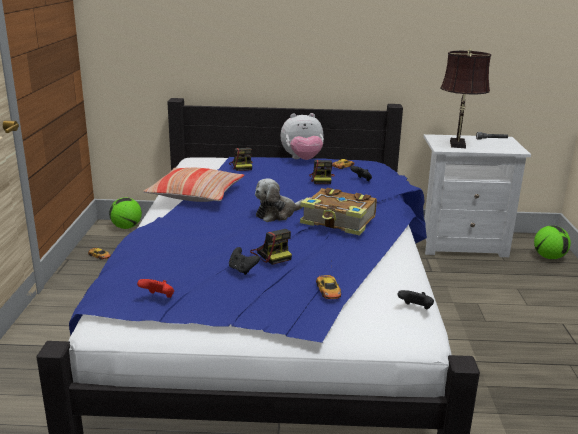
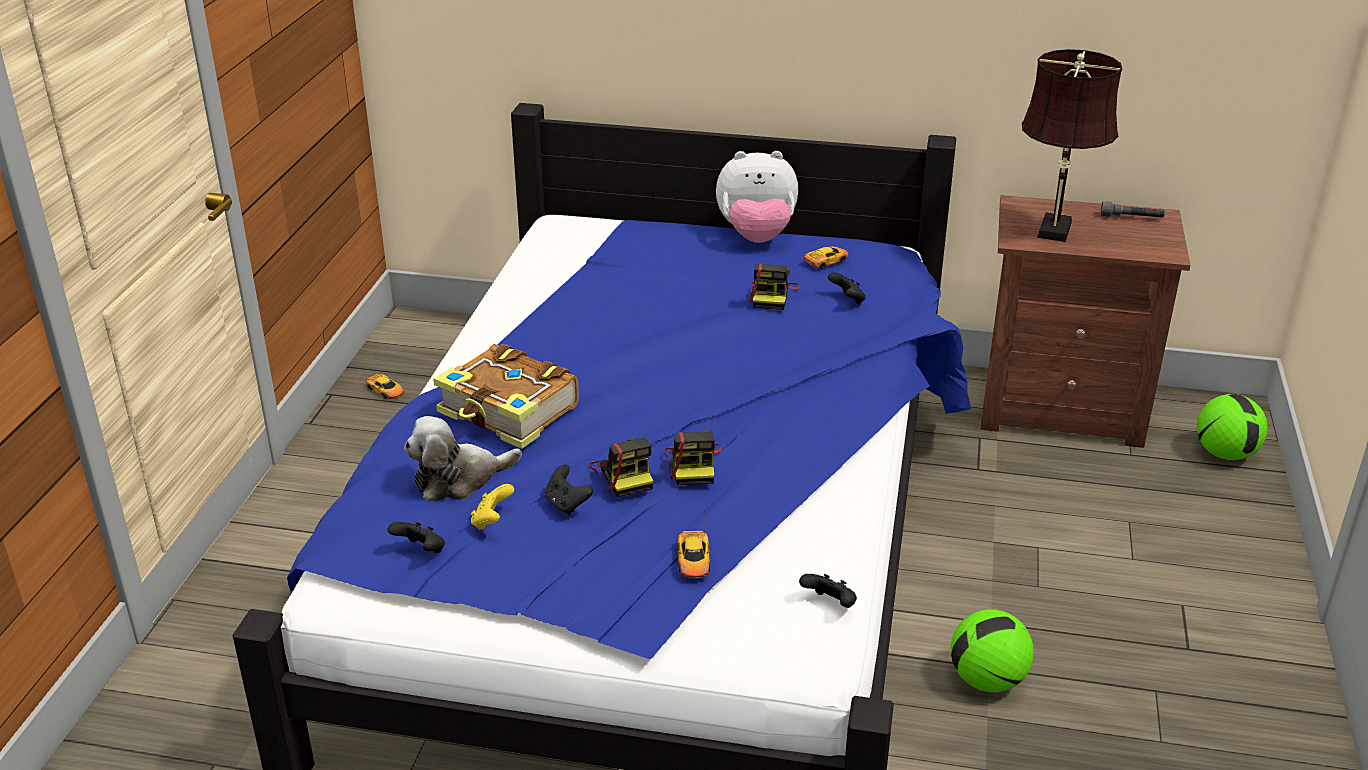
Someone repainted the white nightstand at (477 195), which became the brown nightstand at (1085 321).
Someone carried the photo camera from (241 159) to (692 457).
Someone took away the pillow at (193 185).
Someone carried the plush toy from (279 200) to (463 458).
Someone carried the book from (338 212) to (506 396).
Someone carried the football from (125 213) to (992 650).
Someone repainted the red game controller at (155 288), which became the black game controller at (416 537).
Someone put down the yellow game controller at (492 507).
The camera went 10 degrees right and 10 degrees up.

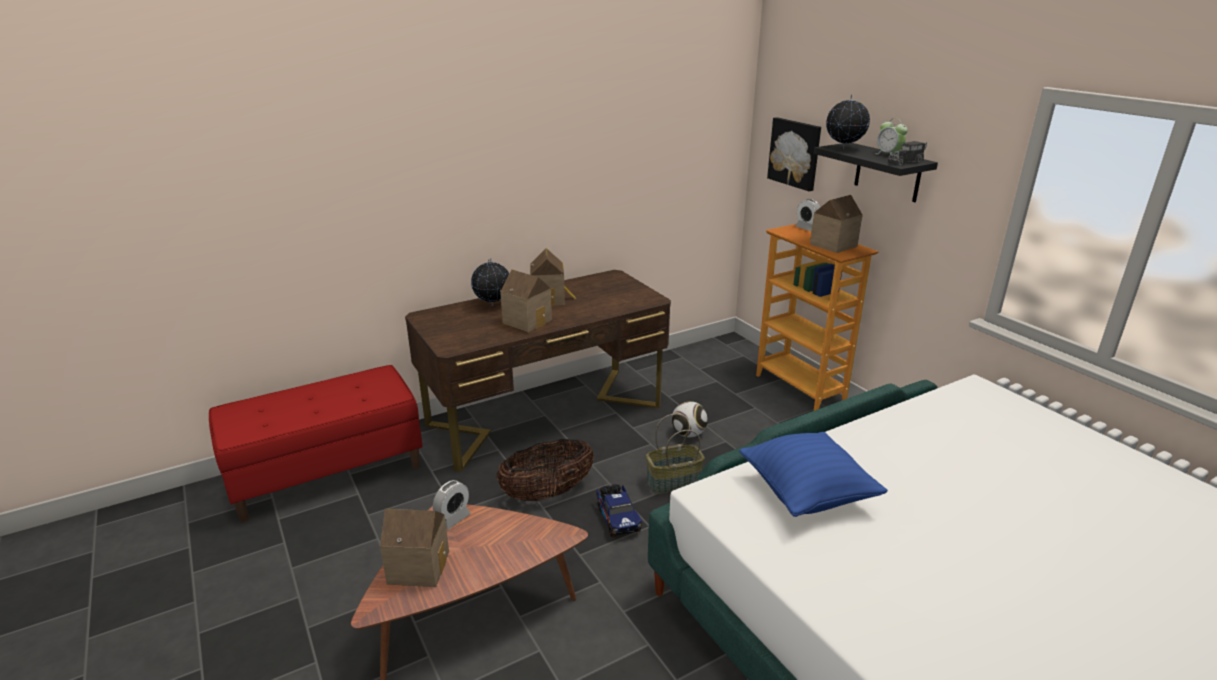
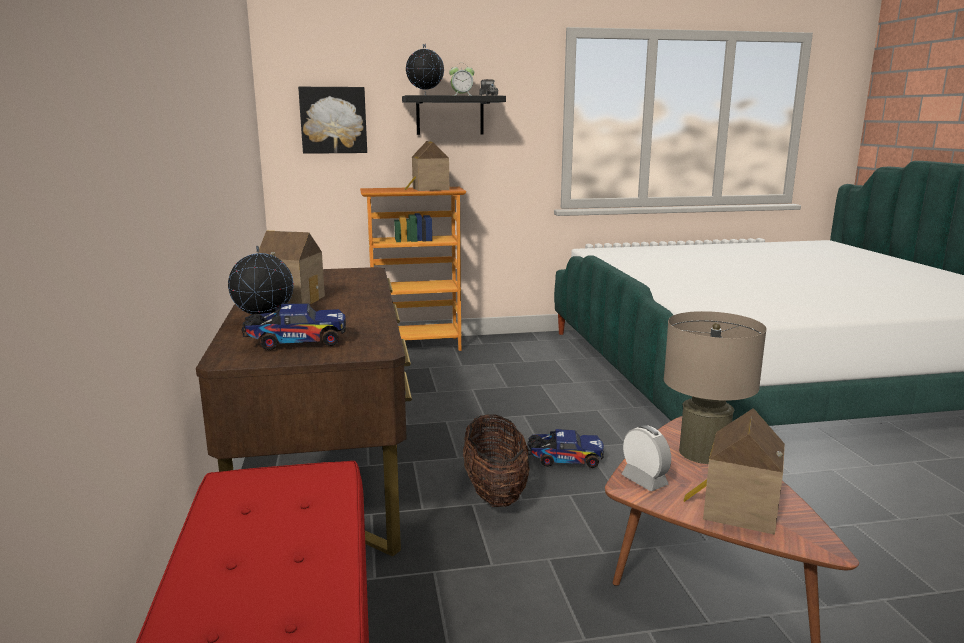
Someone took away the alarm clock at (808 215).
Someone took away the toy house at (526 300).
Someone took away the football at (690 419).
Someone took away the basket at (675 454).
Someone took away the blue pillow at (813 474).
Someone put down the toy truck at (293 326).
Someone put down the beige table lamp at (715 387).
The camera went 70 degrees left and 10 degrees down.

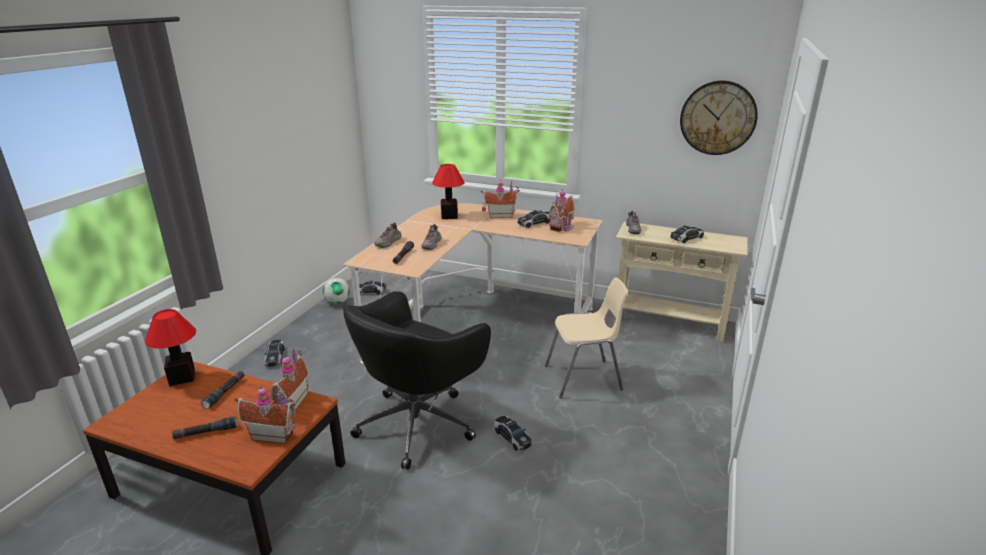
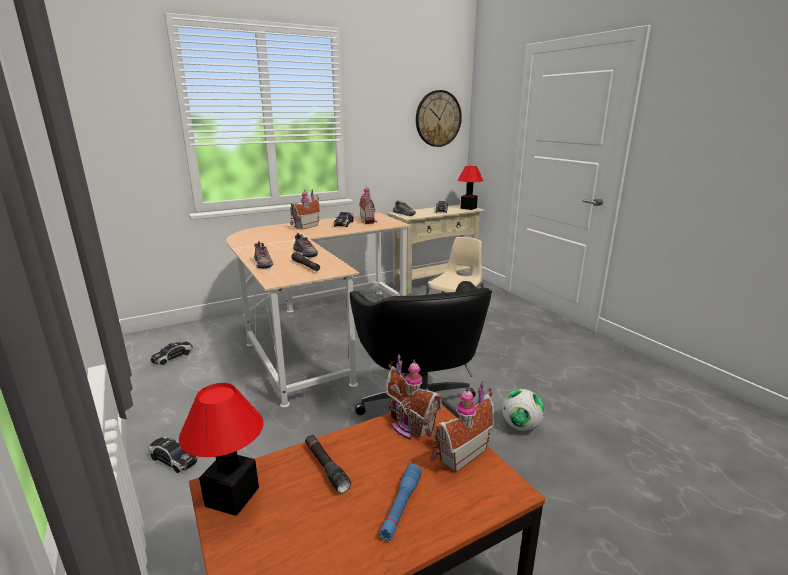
Someone carried the table lamp from (448 191) to (470 188).
Someone carried the football from (336 291) to (523 410).
Someone repainted the black flashlight at (204 427), which became the blue flashlight at (400 502).
Someone took away the toy car at (513 433).
The camera went 50 degrees left and 5 degrees down.

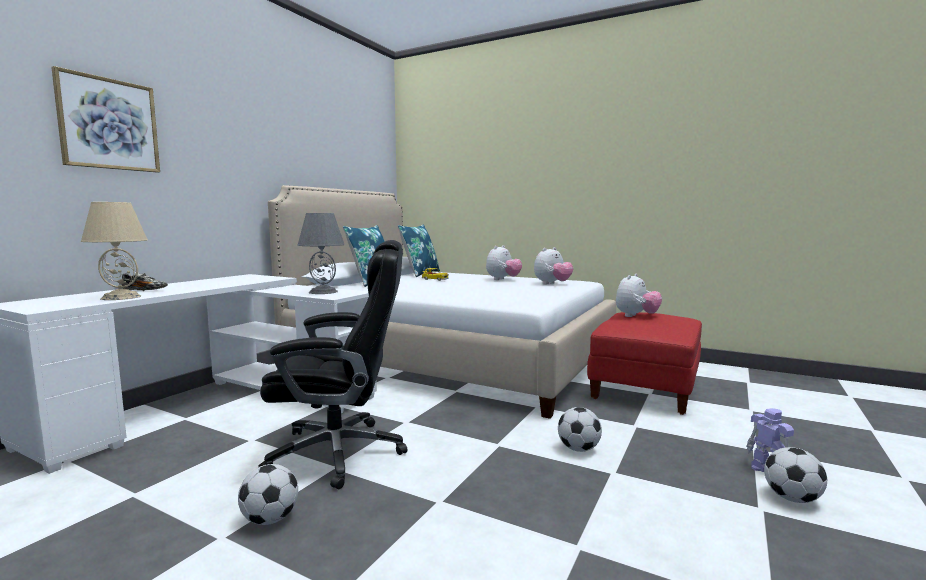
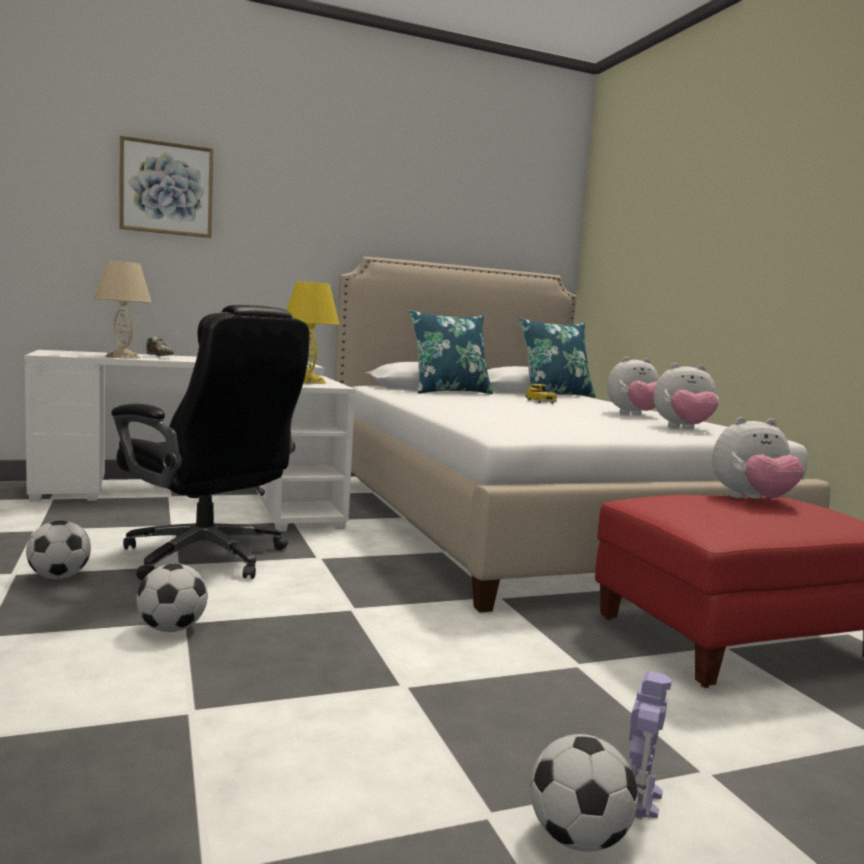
Someone repainted the grey table lamp at (321 253), which became the yellow table lamp at (313 333).
Someone carried the football from (580 429) to (172 597).
The camera went 40 degrees right and 0 degrees up.

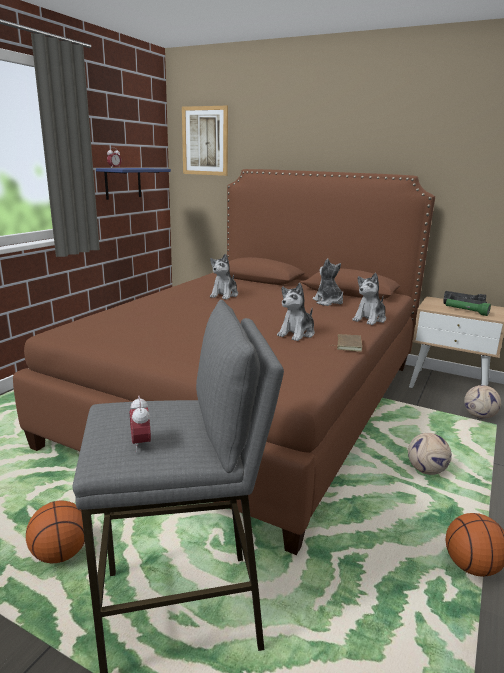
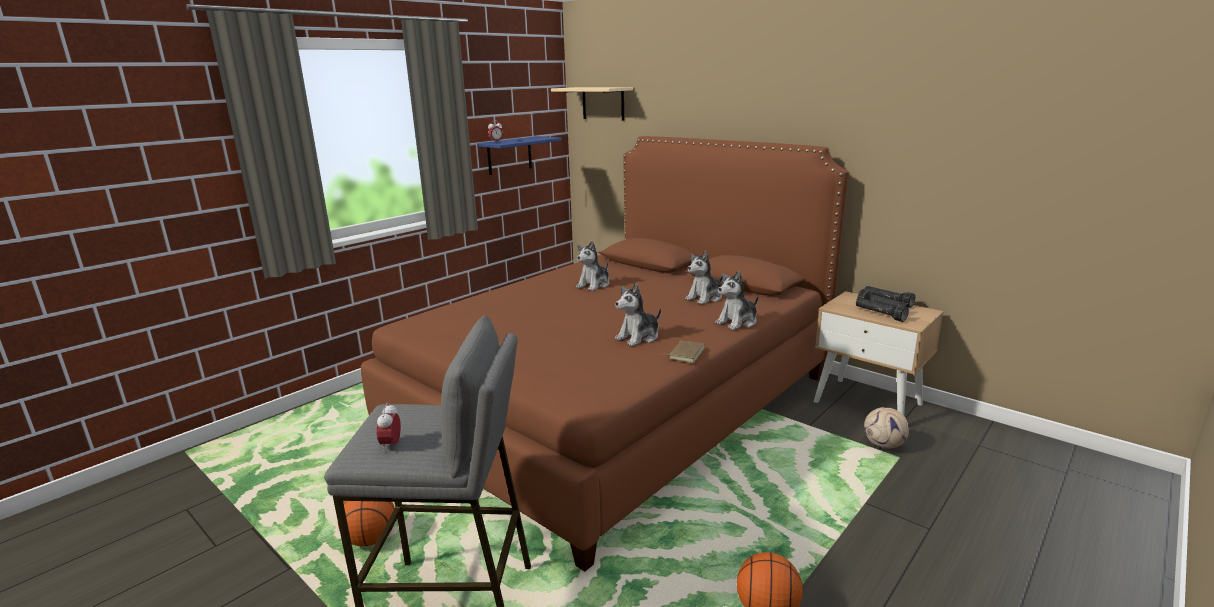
Someone swapped the picture at (205 141) for the beige shelf at (592 103).
Someone rotated the plush toy at (327 282) by 120 degrees counterclockwise.
Someone repainted the green flashlight at (468 307), which became the black flashlight at (882 309).
Someone took away the football at (430 454).
The camera went 15 degrees right and 0 degrees up.

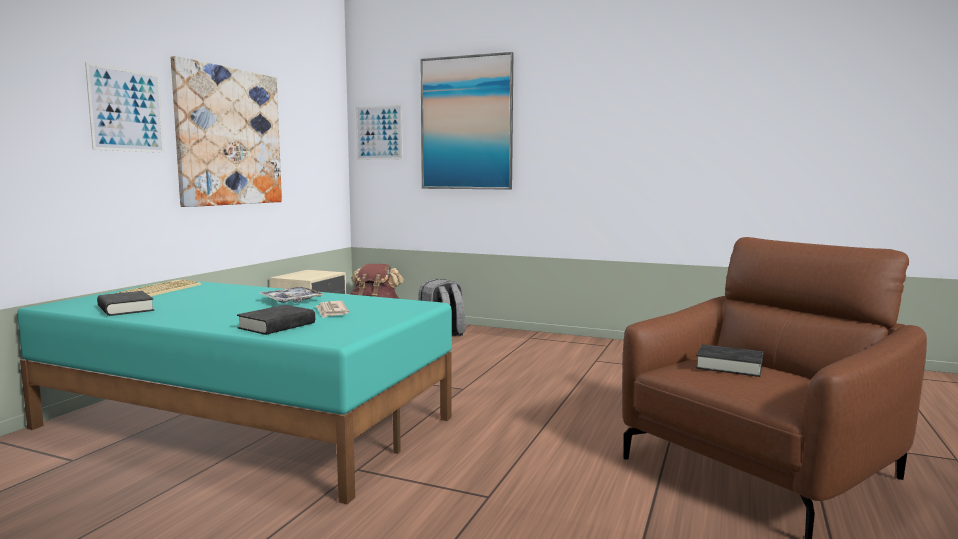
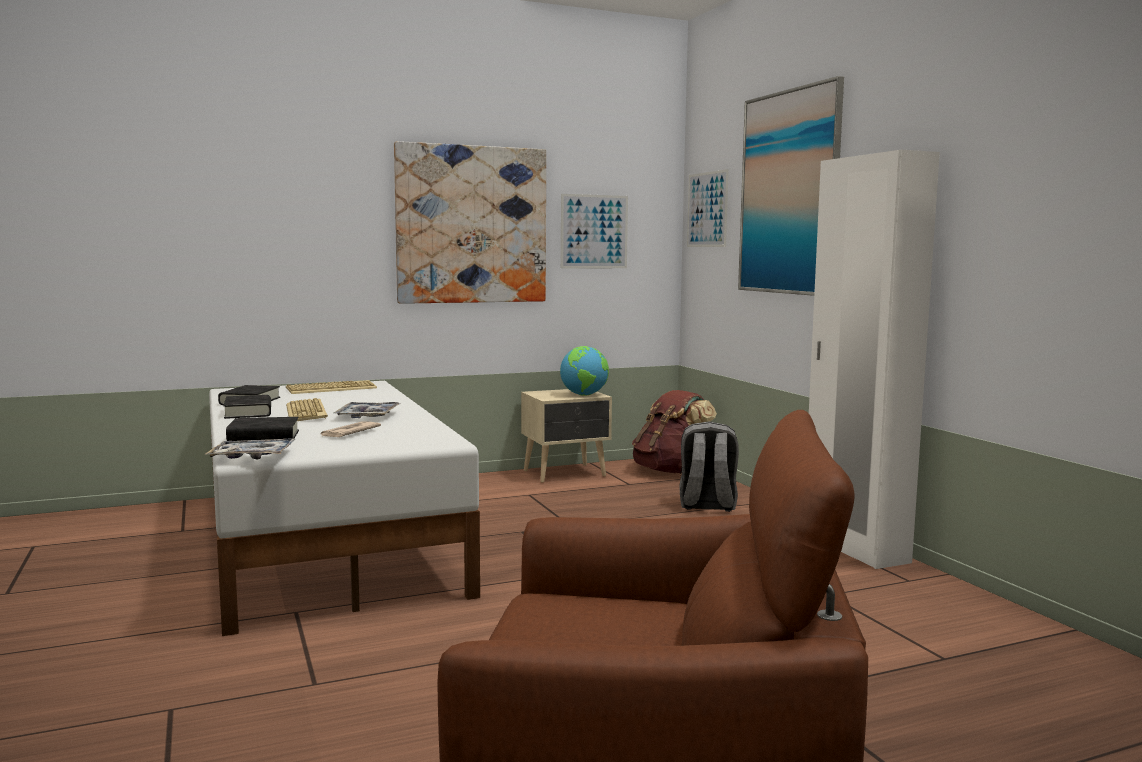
Someone carried the picture from (124 107) to (594 231).
Someone repainted the turquoise bed at (234 392), which became the white bed at (344 508).
Someone carried the black book from (729 360) to (247 407).
Someone put down the white wardrobe at (874 359).
Someone put down the globe at (584 371).
Someone put down the keyboard at (307 409).
Someone put down the tray at (250 449).
The camera went 45 degrees right and 0 degrees up.

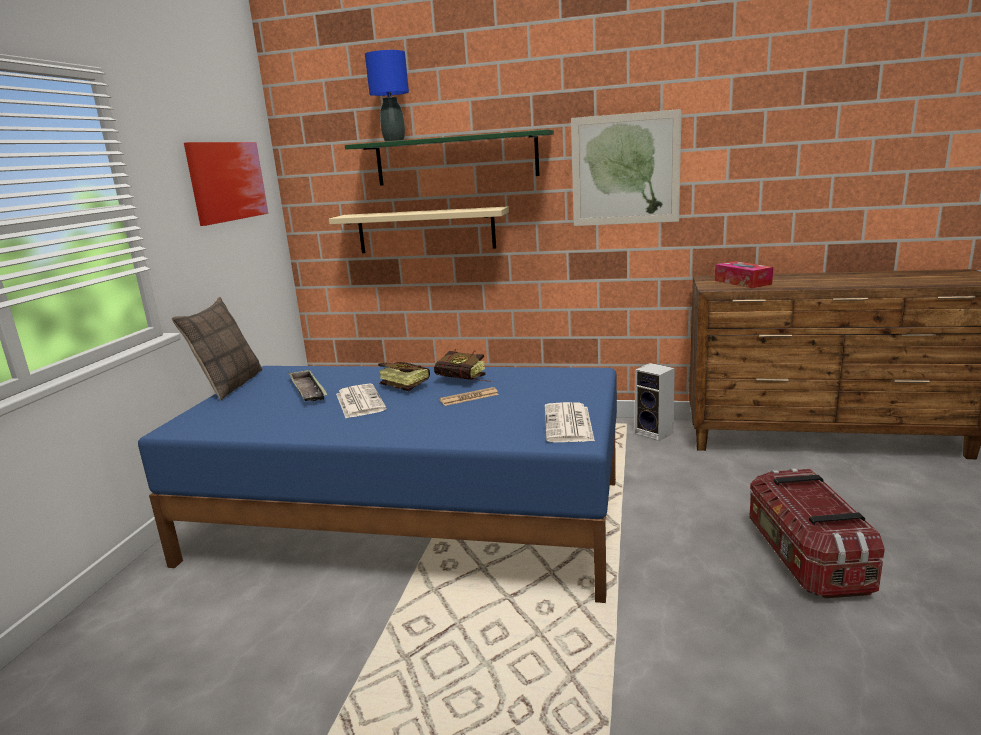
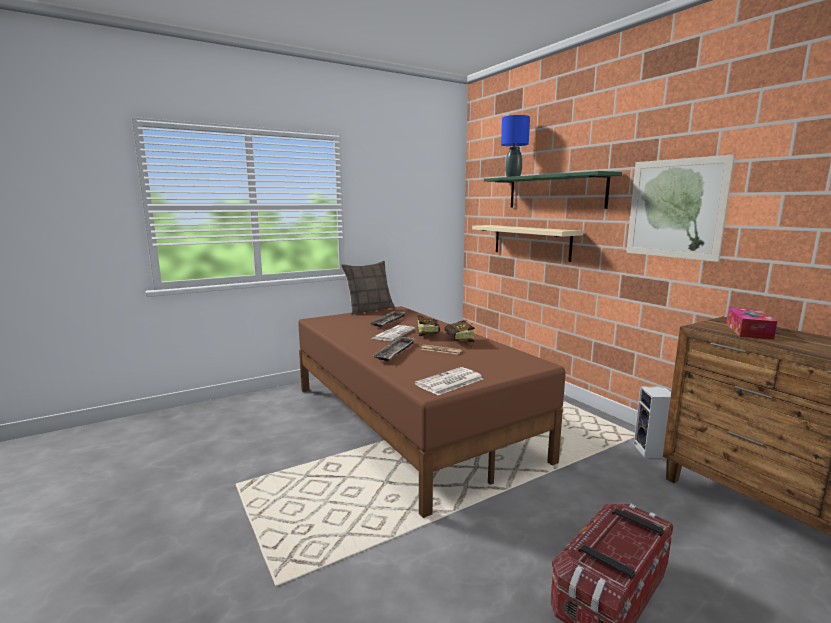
Someone took away the picture at (226 184).
Someone repainted the blue bed at (377 484), which became the brown bed at (432 412).
Someone put down the tray at (394 348).
The camera went 45 degrees right and 5 degrees down.

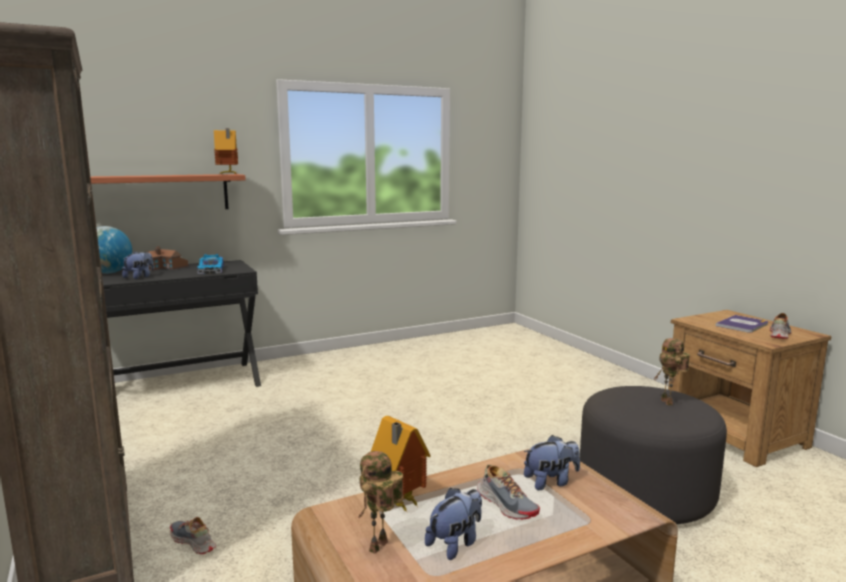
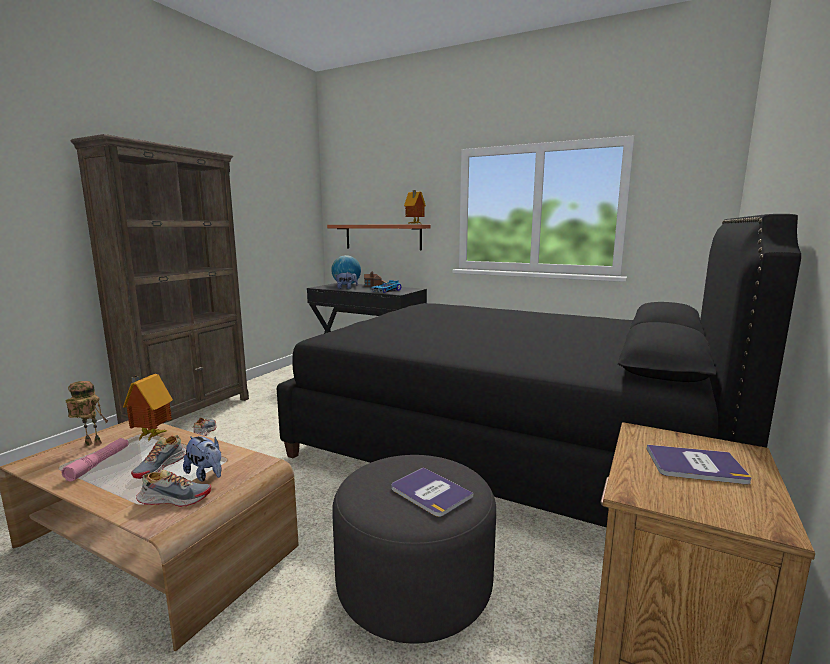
Someone carried the shoe from (780 326) to (173 488).
Someone swapped the toy robot at (671 372) for the book at (432 492).
Someone swapped the plush toy at (453 524) for the pink flashlight at (95 459).
Someone put down the black bed at (539 371).
The camera went 55 degrees right and 0 degrees up.

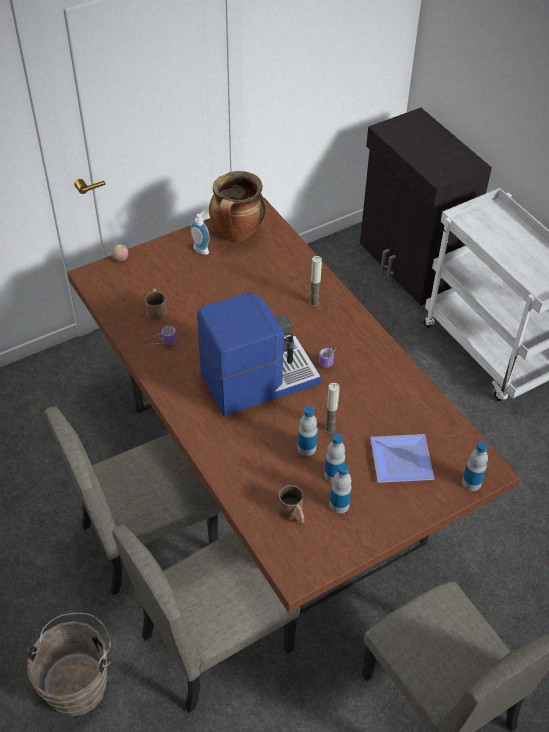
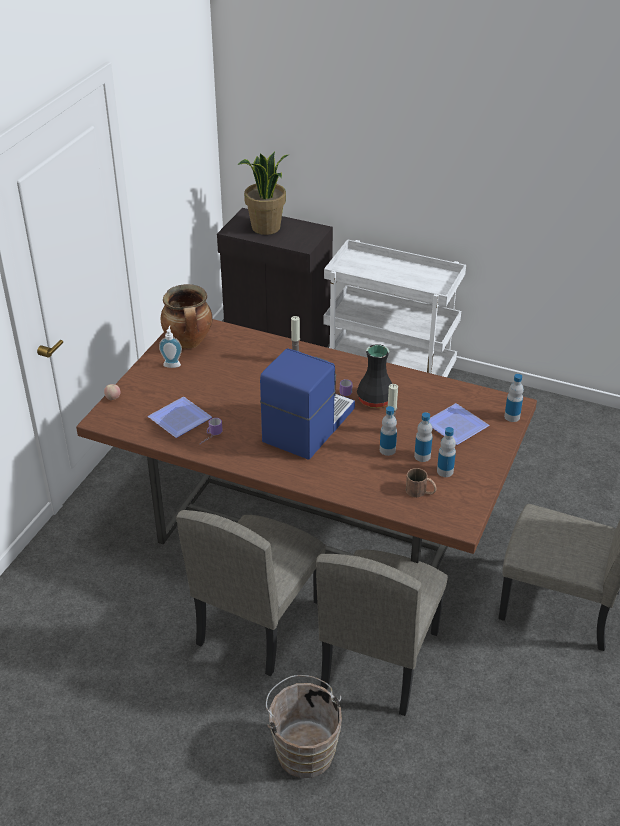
Someone swapped the brown mug at (156 304) for the plate at (180 417).
Someone put down the potted plant at (263 193).
Someone put down the black vase at (374 376).
The camera went 35 degrees left and 10 degrees down.

